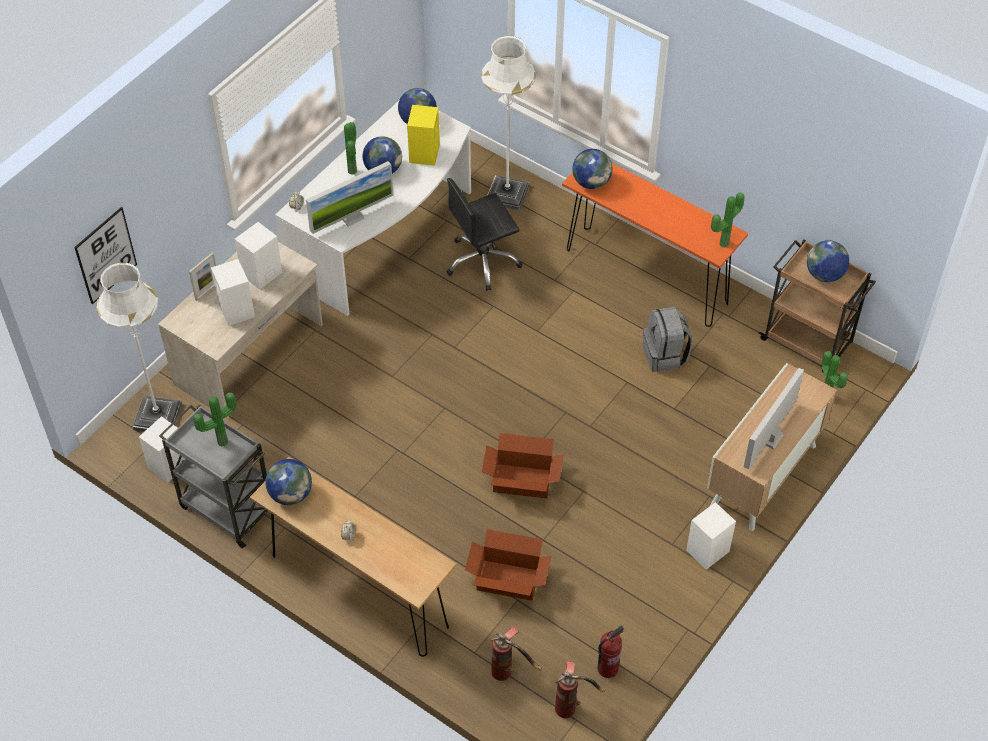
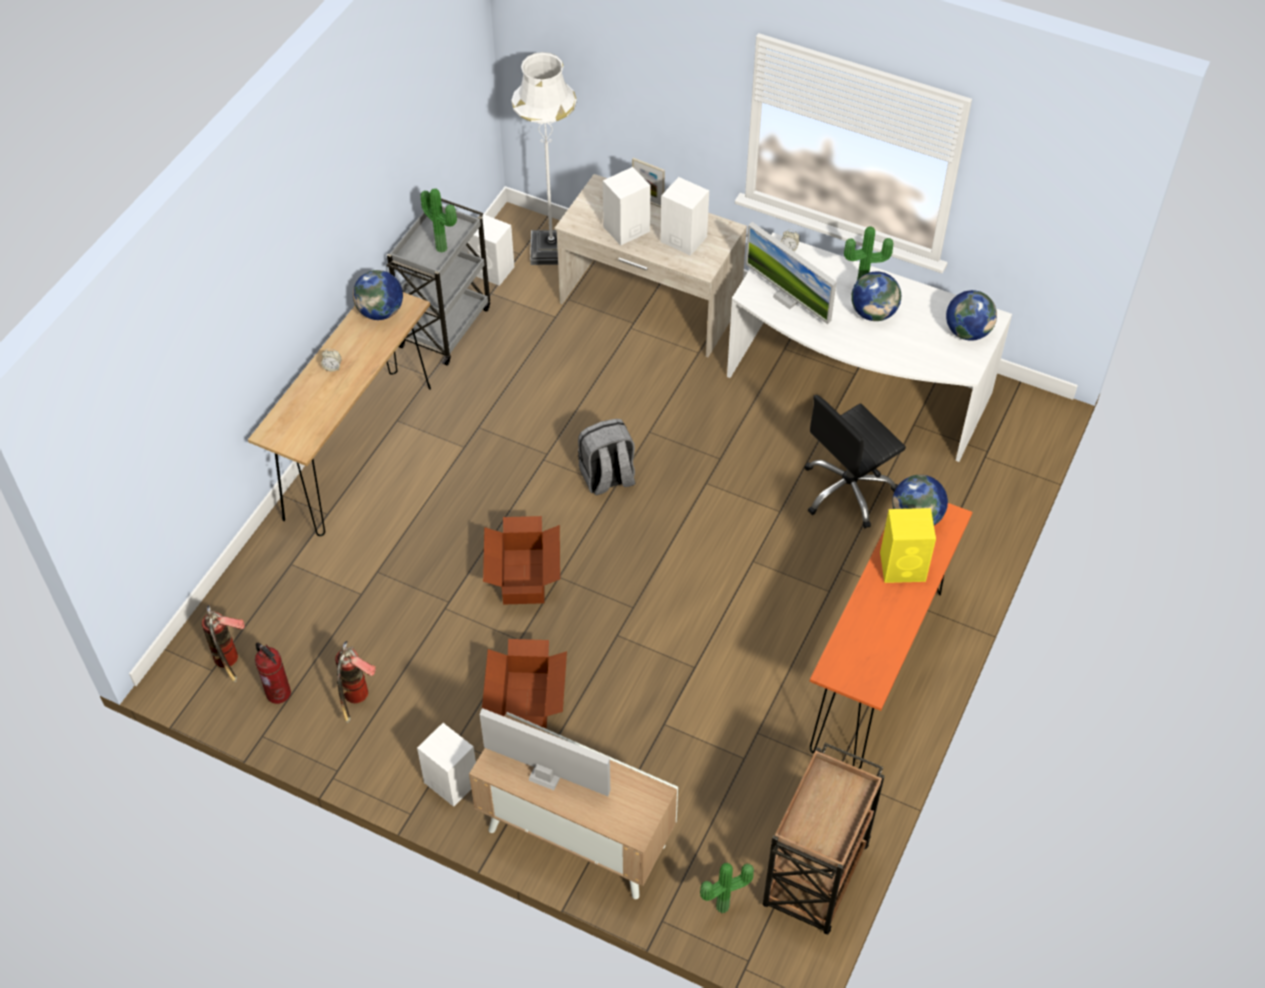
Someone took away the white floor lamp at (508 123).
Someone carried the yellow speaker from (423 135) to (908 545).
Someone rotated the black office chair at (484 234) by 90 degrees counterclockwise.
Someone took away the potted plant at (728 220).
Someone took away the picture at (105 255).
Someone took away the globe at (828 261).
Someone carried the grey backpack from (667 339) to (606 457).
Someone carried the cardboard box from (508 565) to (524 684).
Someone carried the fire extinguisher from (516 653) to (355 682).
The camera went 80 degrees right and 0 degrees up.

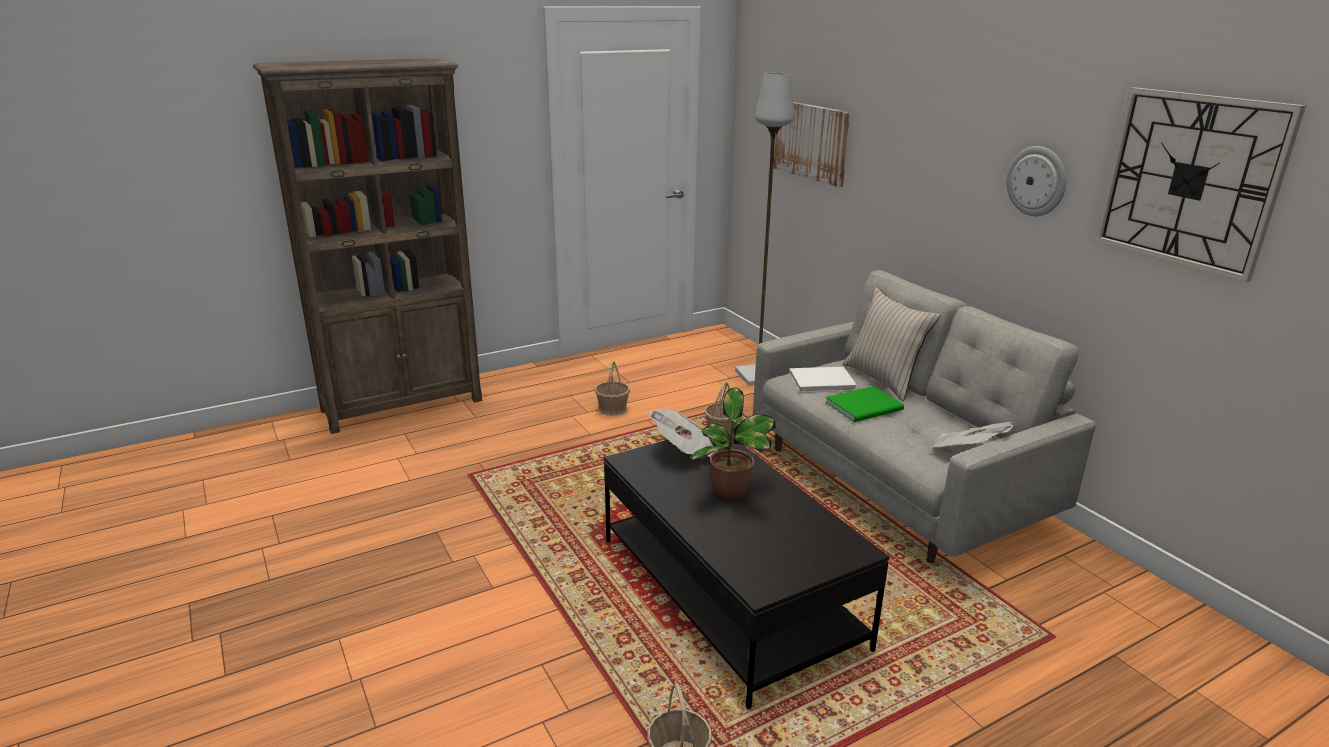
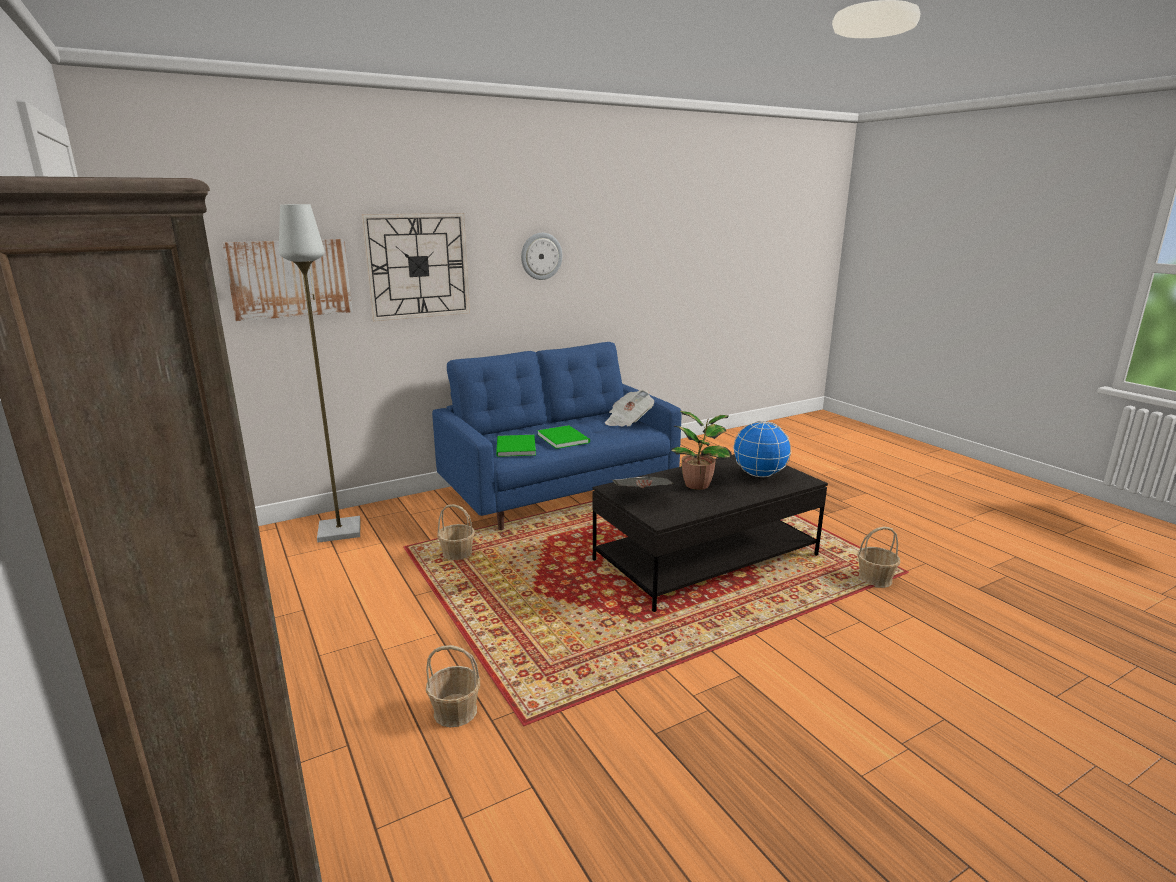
Someone carried the wall clock from (1200 184) to (415 267).
Someone repainted the grey sofa at (924 416), which became the blue sofa at (557 436).
Someone took away the beige pillow at (891 344).
Someone carried the basket from (612 388) to (453 686).
Someone repainted the white book at (823 379), which became the green book at (516 446).
Someone put down the globe at (762 449).
The camera went 90 degrees left and 5 degrees down.

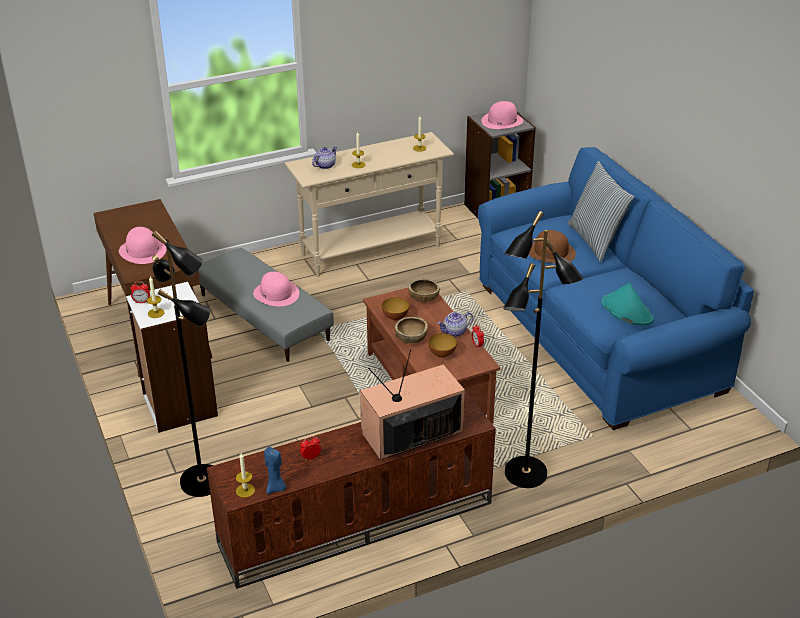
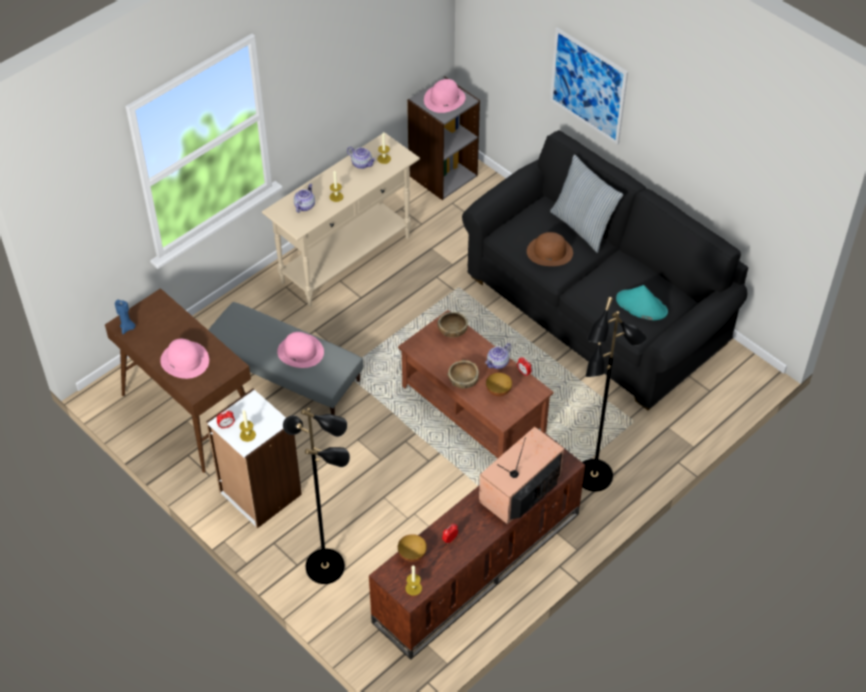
Someone repainted the blue sofa at (616 288), which became the black sofa at (605 270).
Someone carried the bowl from (395 309) to (412 548).
Someone carried the blue candle from (275 470) to (125 317).
Someone put up the picture at (589 86).
Someone put down the teapot at (361 158).
The camera went 20 degrees left and 15 degrees up.

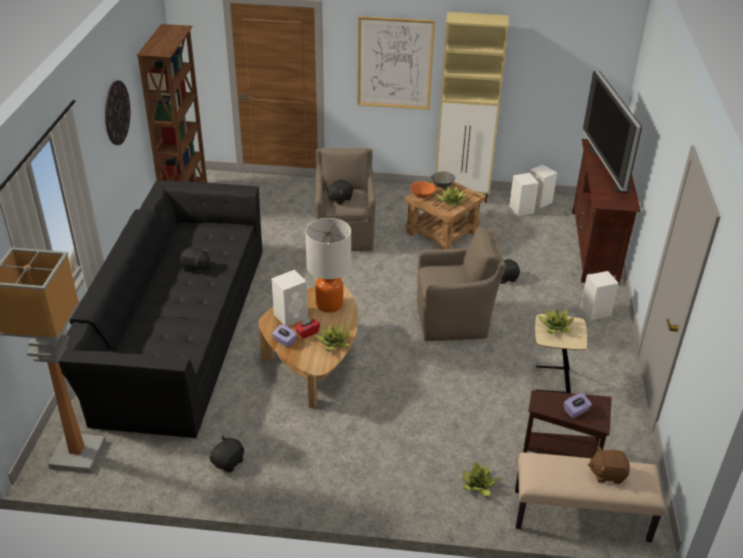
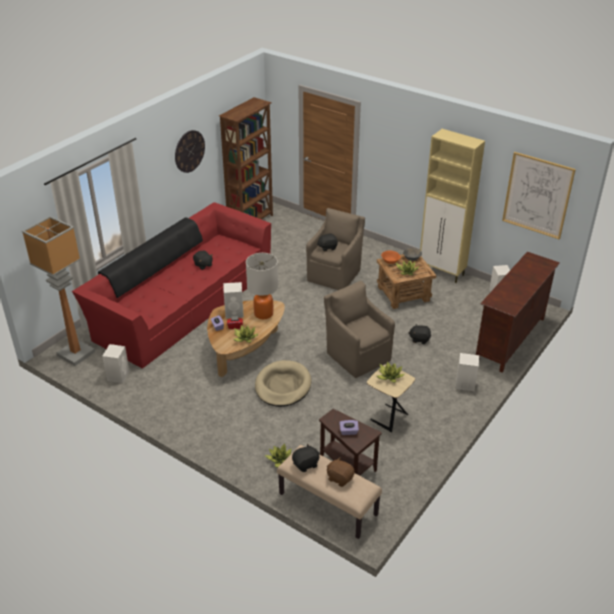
Someone carried the picture from (396 63) to (539 195).
Someone took away the television at (612 132).
Someone carried the white speaker from (524 194) to (115 363).
Someone repainted the black sofa at (161 309), which became the red sofa at (171 285).
Someone rotated the brown armchair at (461 284) by 150 degrees counterclockwise.
Someone carried the black plush toy from (227 454) to (306 457).
Someone put down the beige dog bed at (283 383).
The camera went 30 degrees right and 0 degrees up.

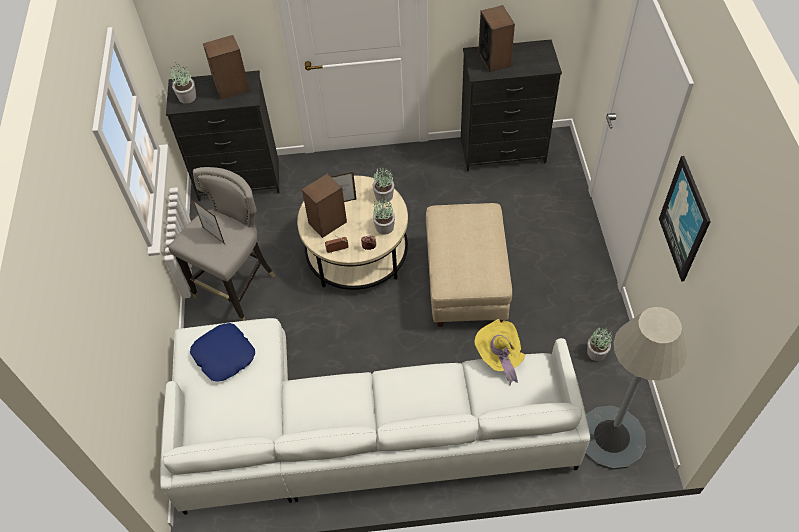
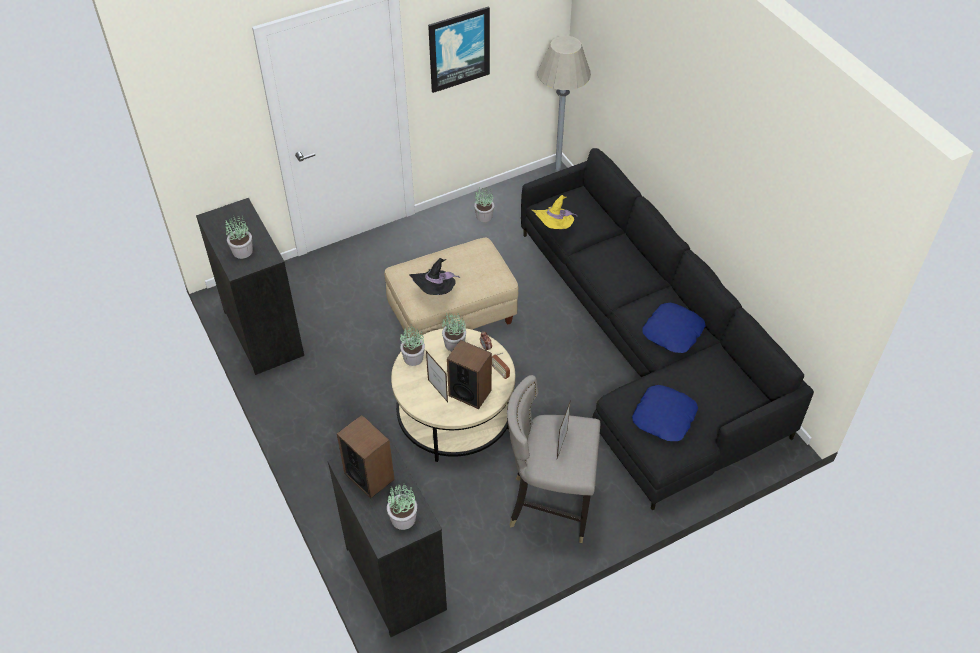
Someone swapped the speaker at (496 38) for the potted plant at (239 237).
Someone repainted the white sofa at (375 416), which became the black sofa at (667 329).
Someone put down the black hat at (434 276).
Someone put down the blue pillow at (673 328).
The camera went 115 degrees left and 5 degrees down.

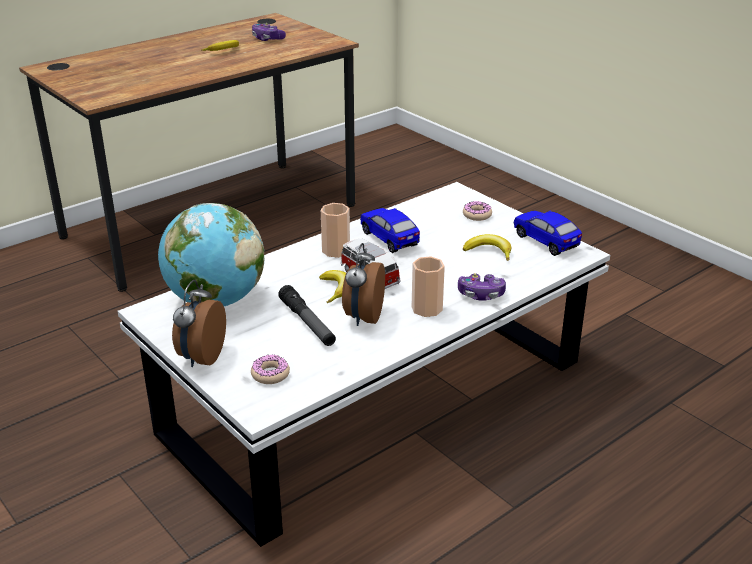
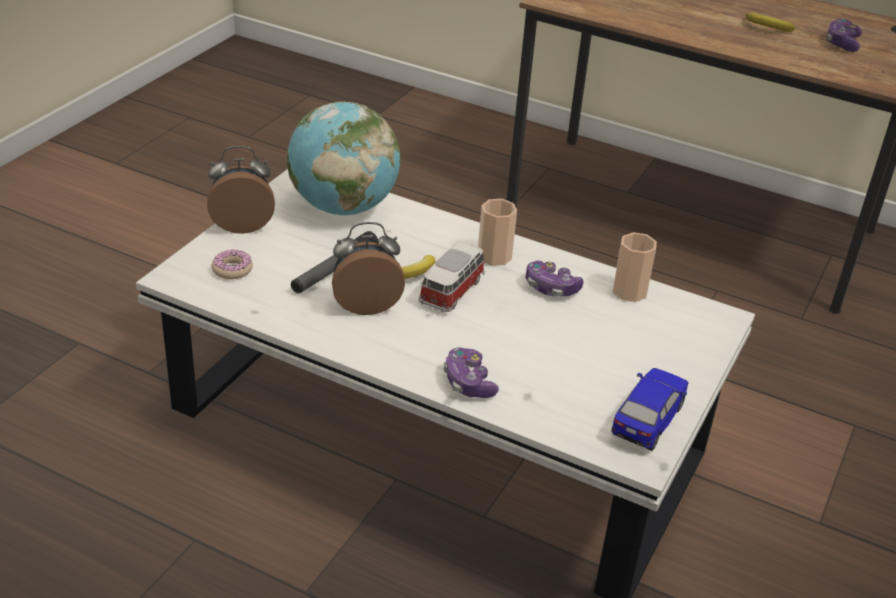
Someone took away the donut at (477 211).
Someone swapped the toy car at (390 230) for the game controller at (555 278).
Someone took away the banana at (487 247).
Someone carried the cup from (428 286) to (635 267).
The camera went 65 degrees right and 5 degrees up.

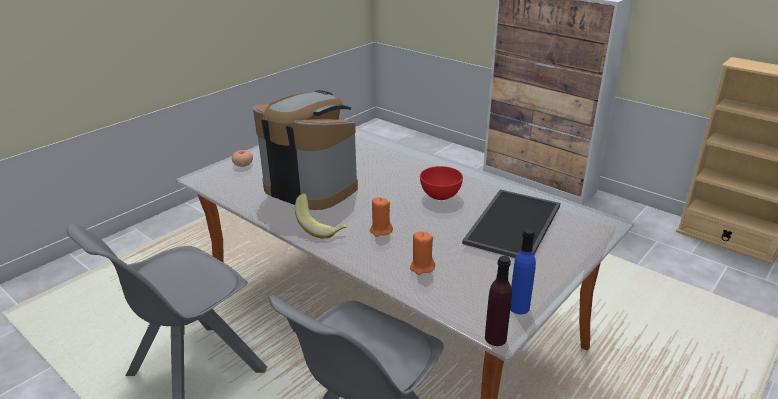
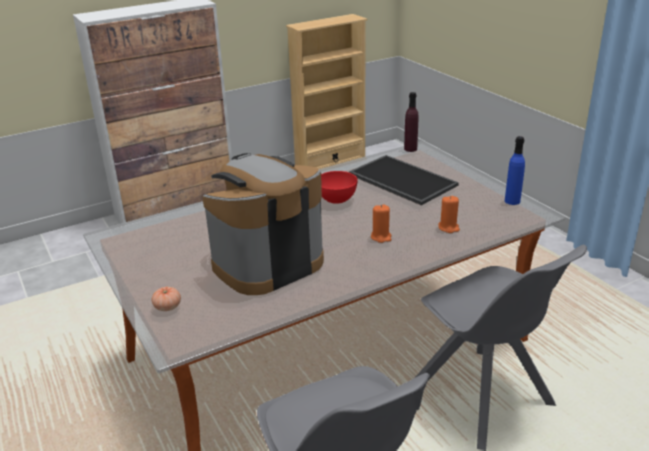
Someone took away the banana at (321 216).
Someone carried the purple bottle from (498 301) to (411 122).
The camera went 70 degrees left and 0 degrees up.

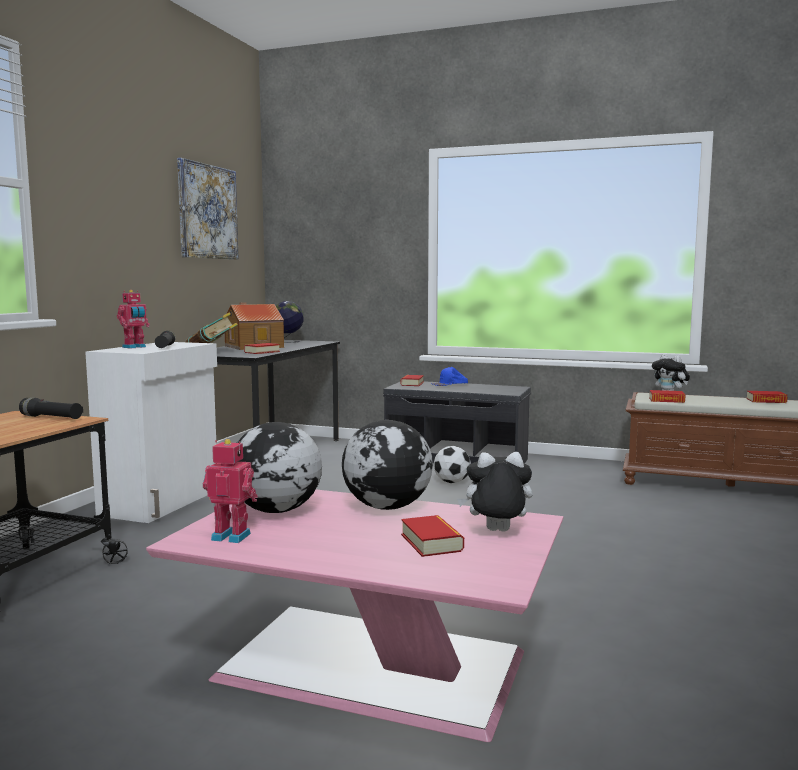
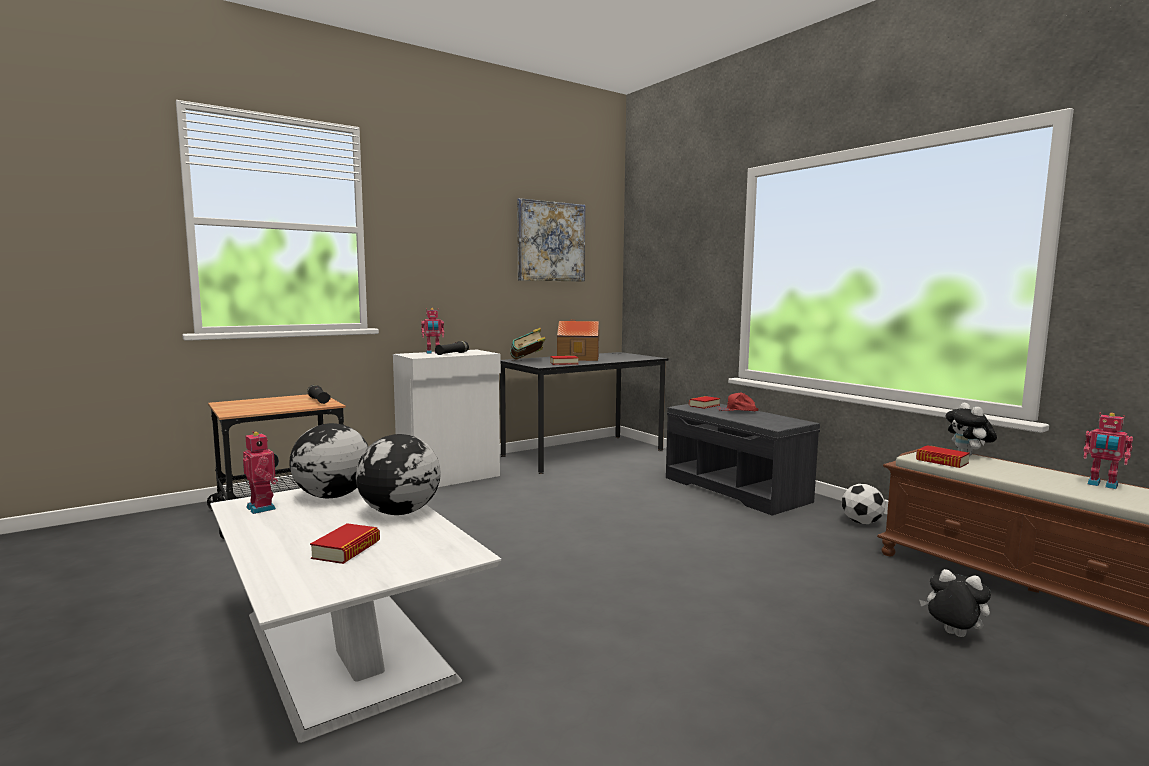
Someone took away the globe at (290 322).
Someone repainted the blue cap at (449 376), which became the red cap at (738 401).
Someone swapped the book at (767 397) for the toy robot at (1108 451).
Someone carried the football from (452 464) to (863 504).
Someone carried the plush toy from (495 492) to (955 603).
Someone repainted the pink coffee table at (355 615), which became the white coffee table at (355 615).
The camera went 35 degrees right and 0 degrees up.

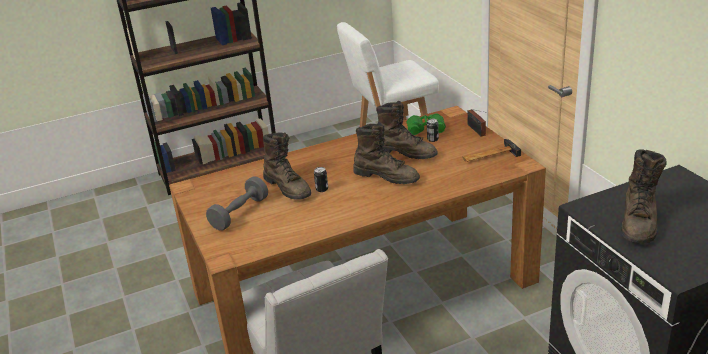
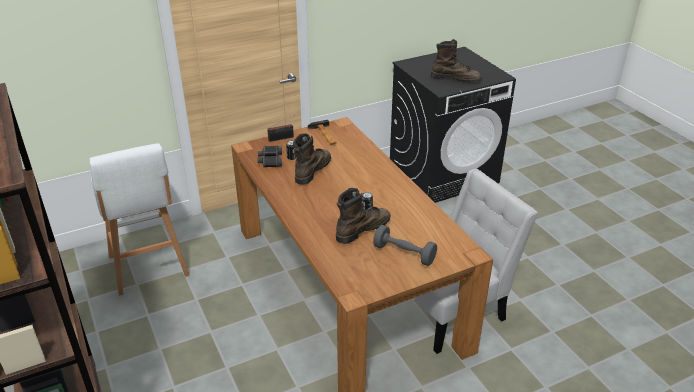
Someone repainted the green binoculars at (426 124), which became the black binoculars at (269 156).
Someone took away the brown boot at (386 153).
The camera went 95 degrees left and 5 degrees up.

